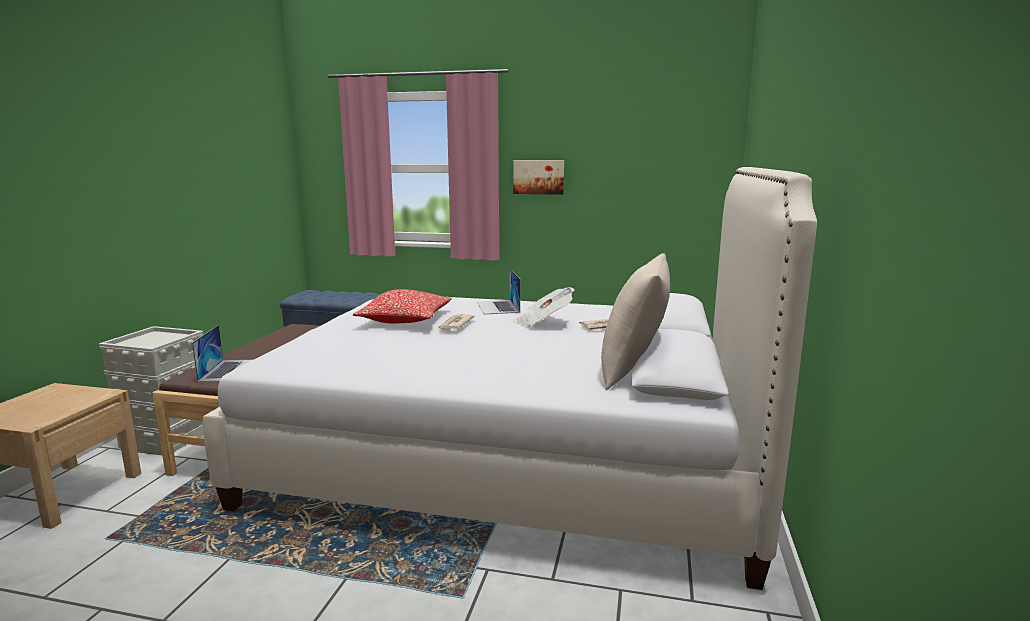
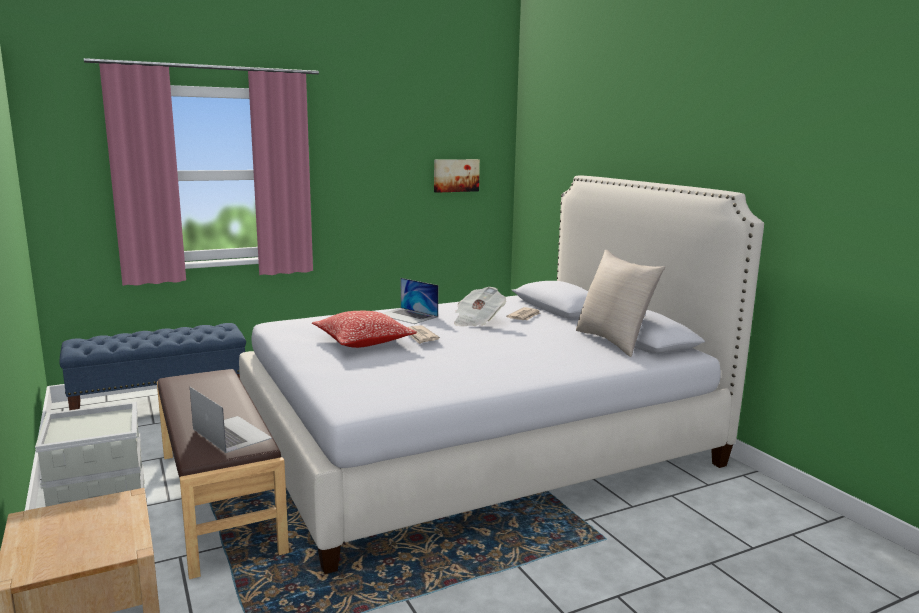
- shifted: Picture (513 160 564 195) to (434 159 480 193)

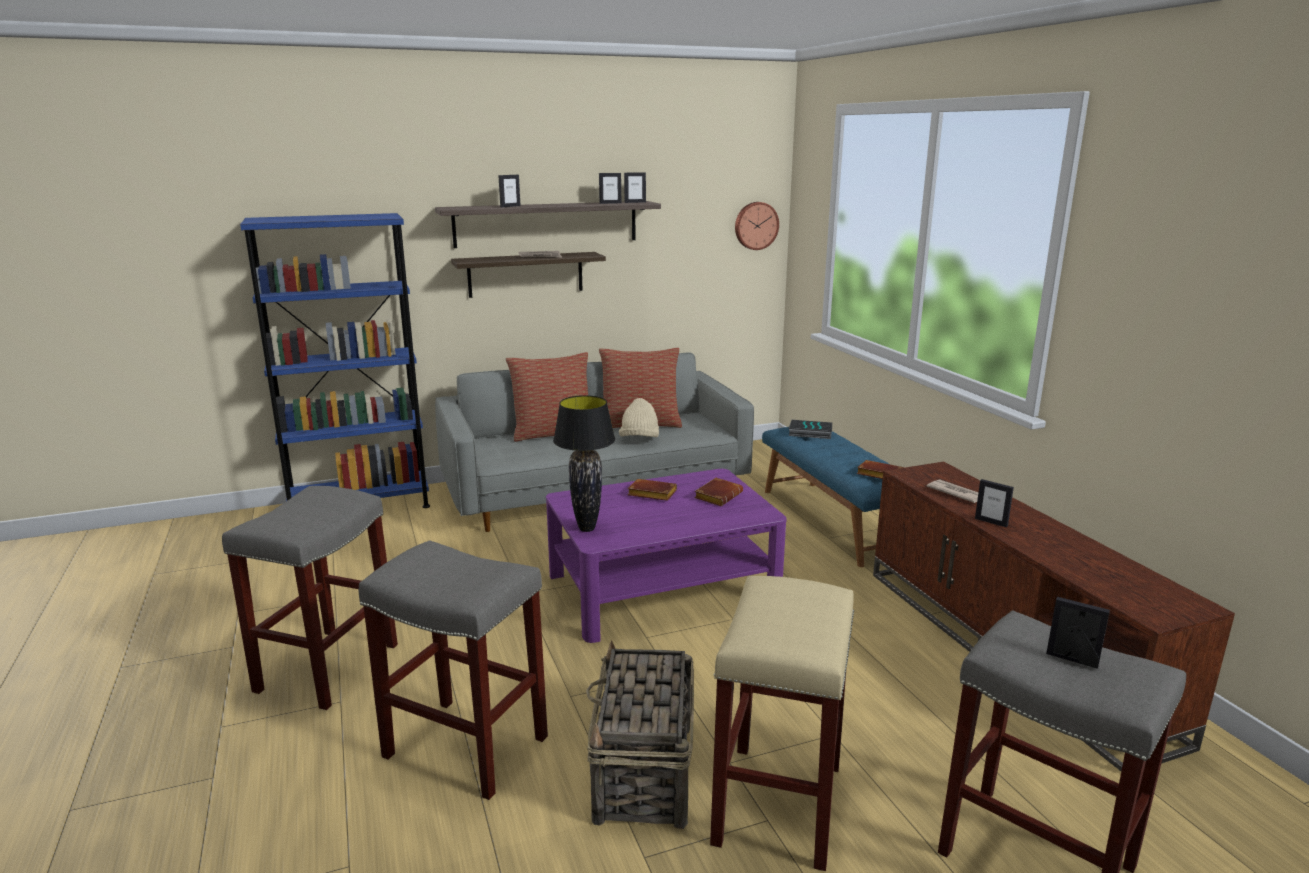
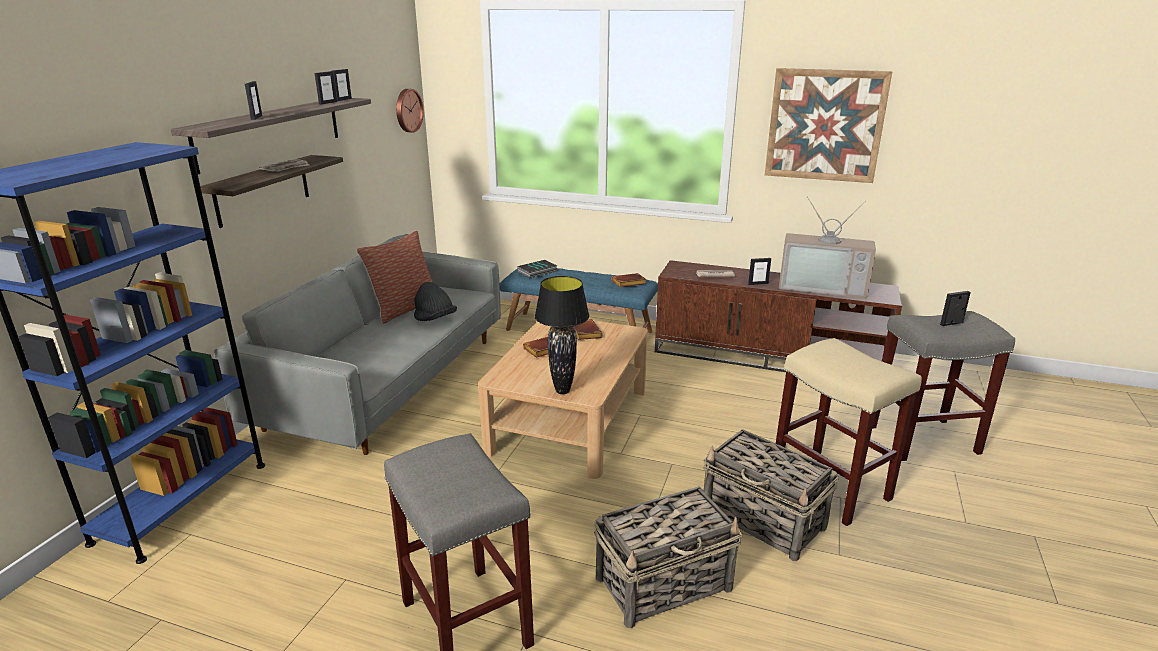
- swapped: GreyStool (359 540 548 800) to Basket (594 486 742 628)
- gone: Pillow (506 352 588 442)
- repainted: PurpleCoffeeTable (546 469 787 643) to BeigeCoffeeTable (478 320 648 479)
- repainted: BeigeHat (619 398 659 437) to BlackHat (414 282 457 321)
- new: Picture (765 68 892 183)
- new: Television (779 196 876 299)

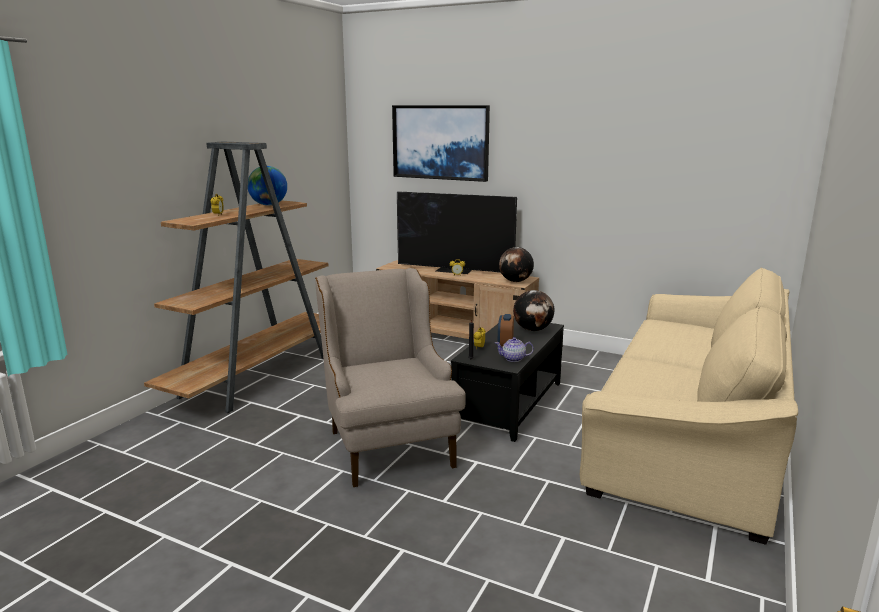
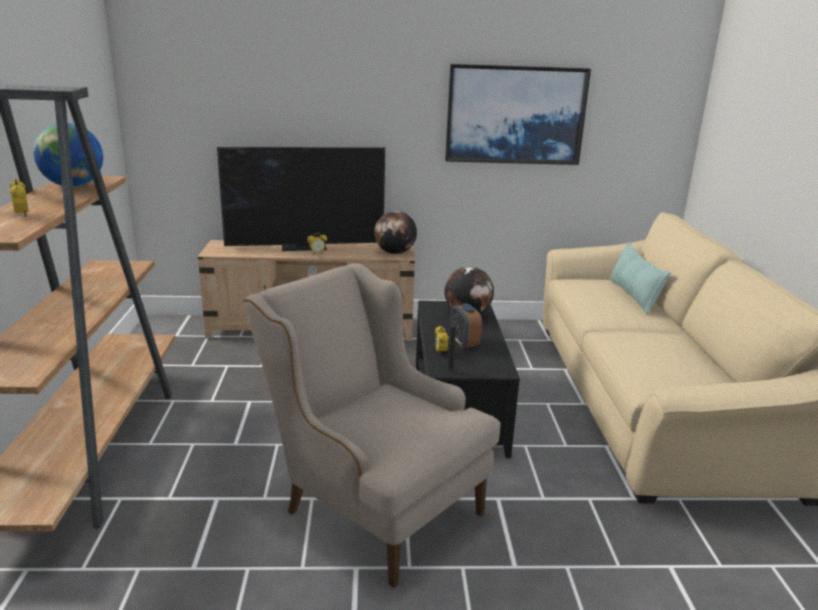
- shifted: Picture (392 105 490 182) to (445 64 591 165)
- gone: Teapot (495 337 534 362)
- new: Pillow (609 242 671 314)

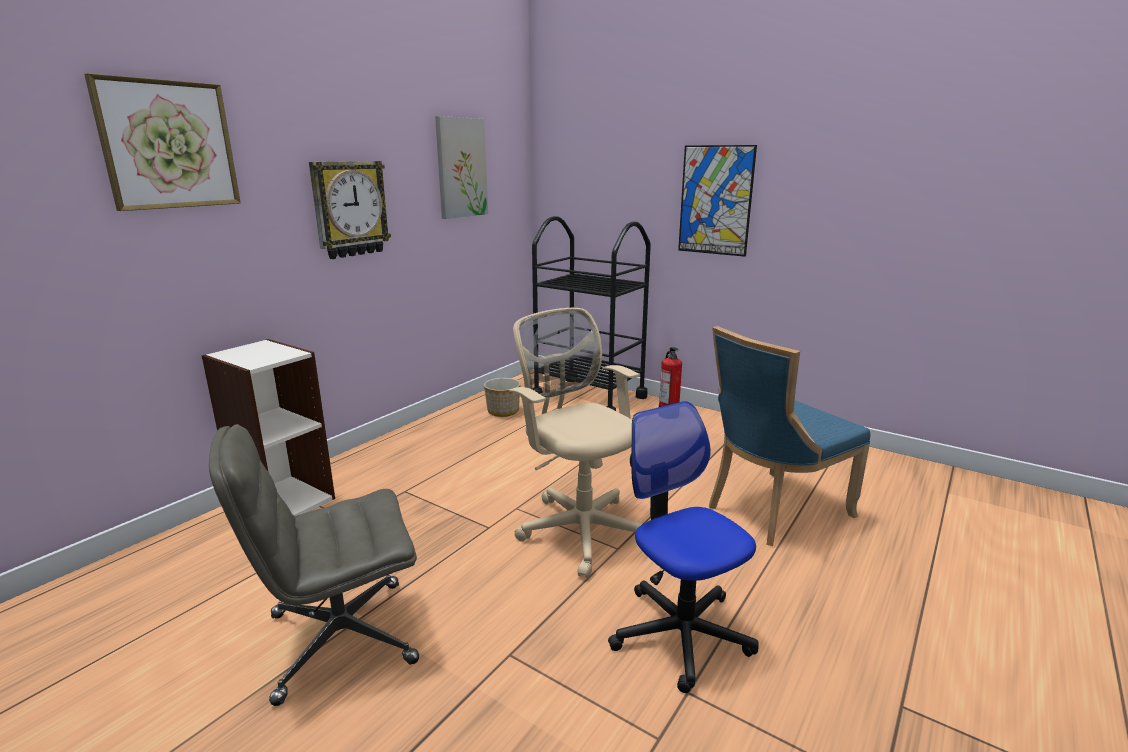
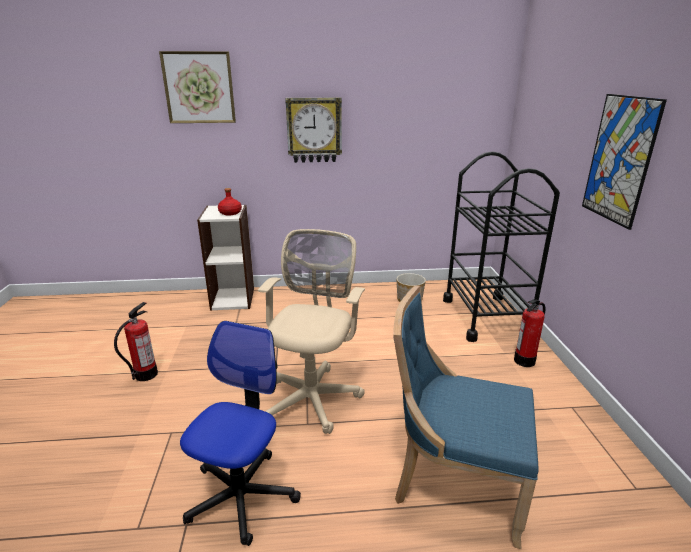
- swapped: GreyOfficeChair (209 424 419 706) to FireExtinguisher (114 302 158 381)
- gone: Picture (435 116 488 219)
- new: RedBottle (218 188 242 216)

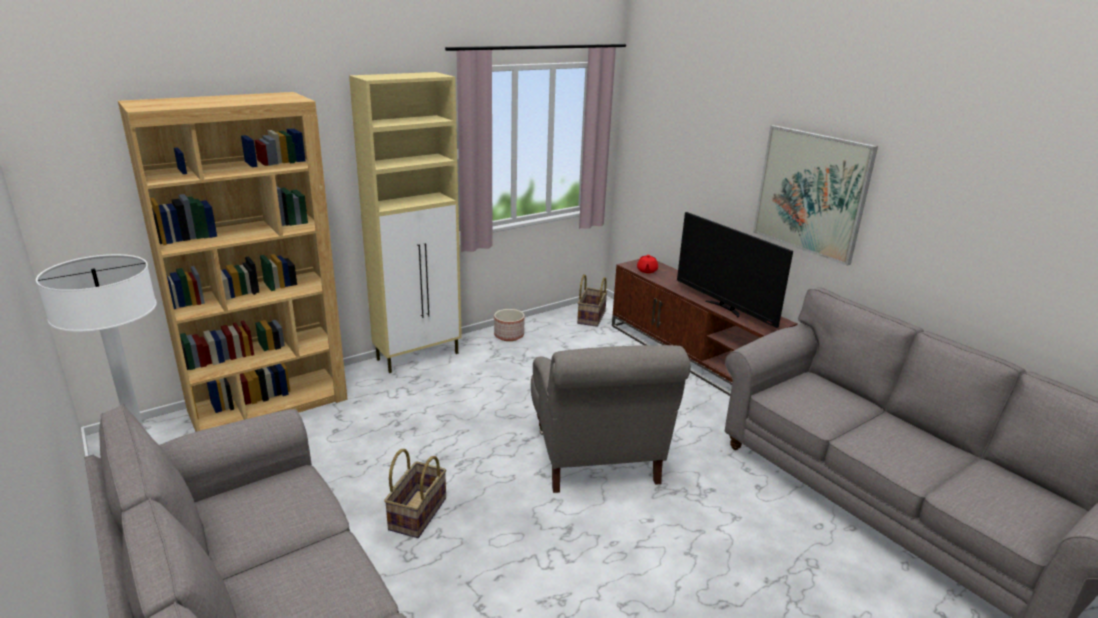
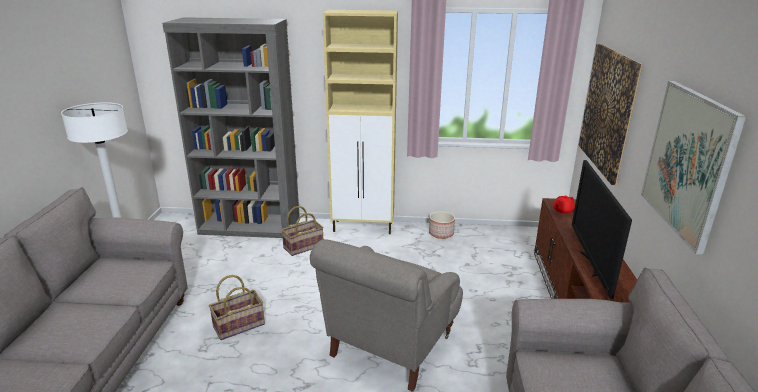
- repainted: BrownBookcase (118 92 348 432) to GreyBookcase (162 17 300 238)
- shifted: Basket (577 274 608 327) to (281 206 324 256)
- new: Picture (579 44 642 185)

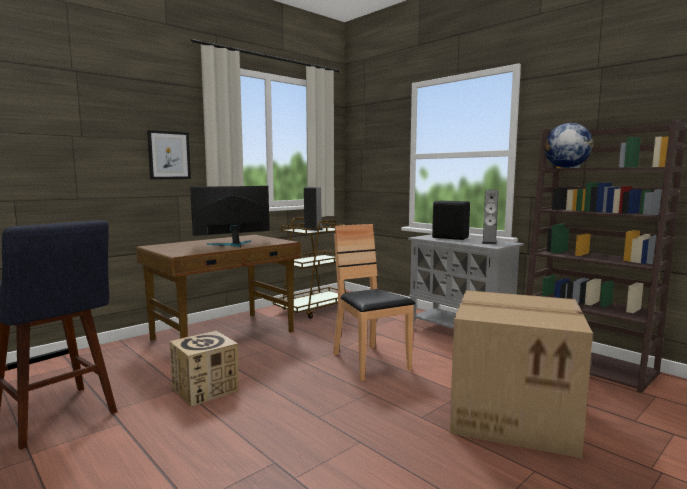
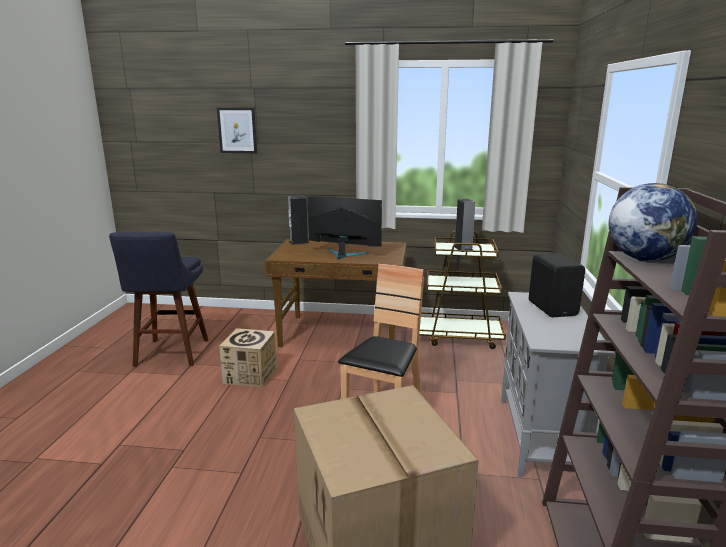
- shifted: Picture (147 130 191 179) to (217 108 257 153)
- shifted: Speaker (482 189 499 244) to (288 195 309 245)

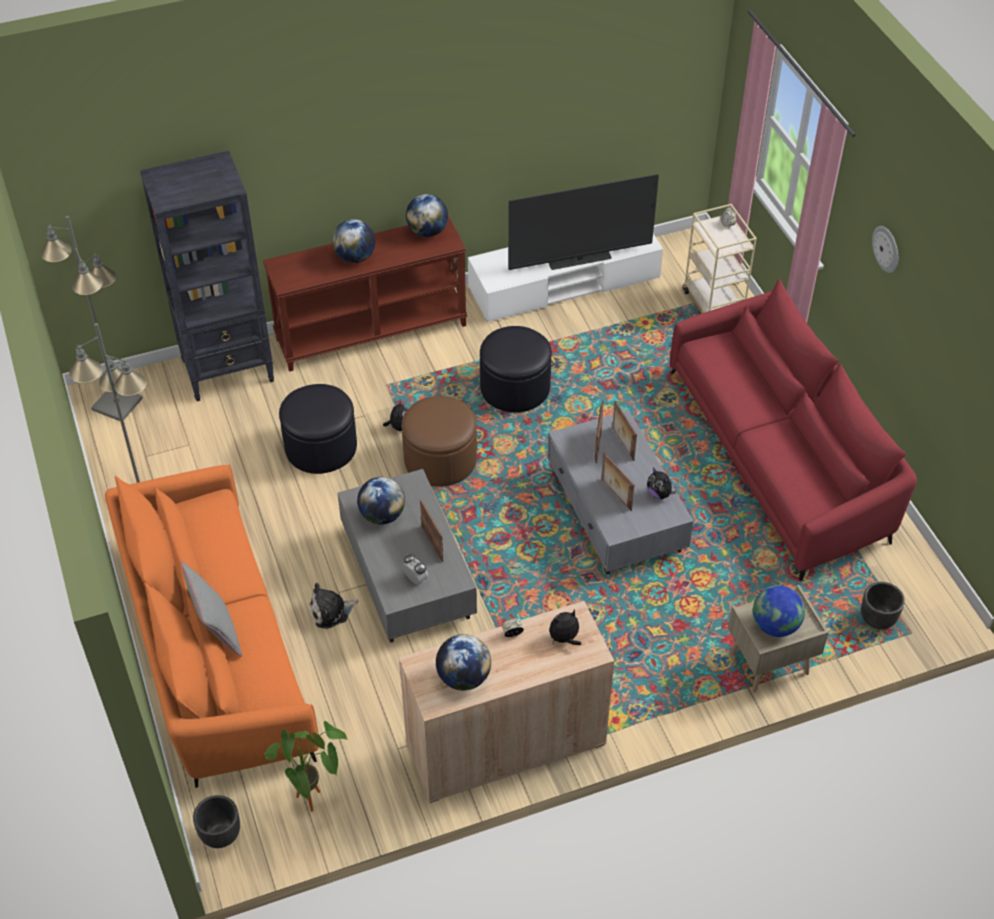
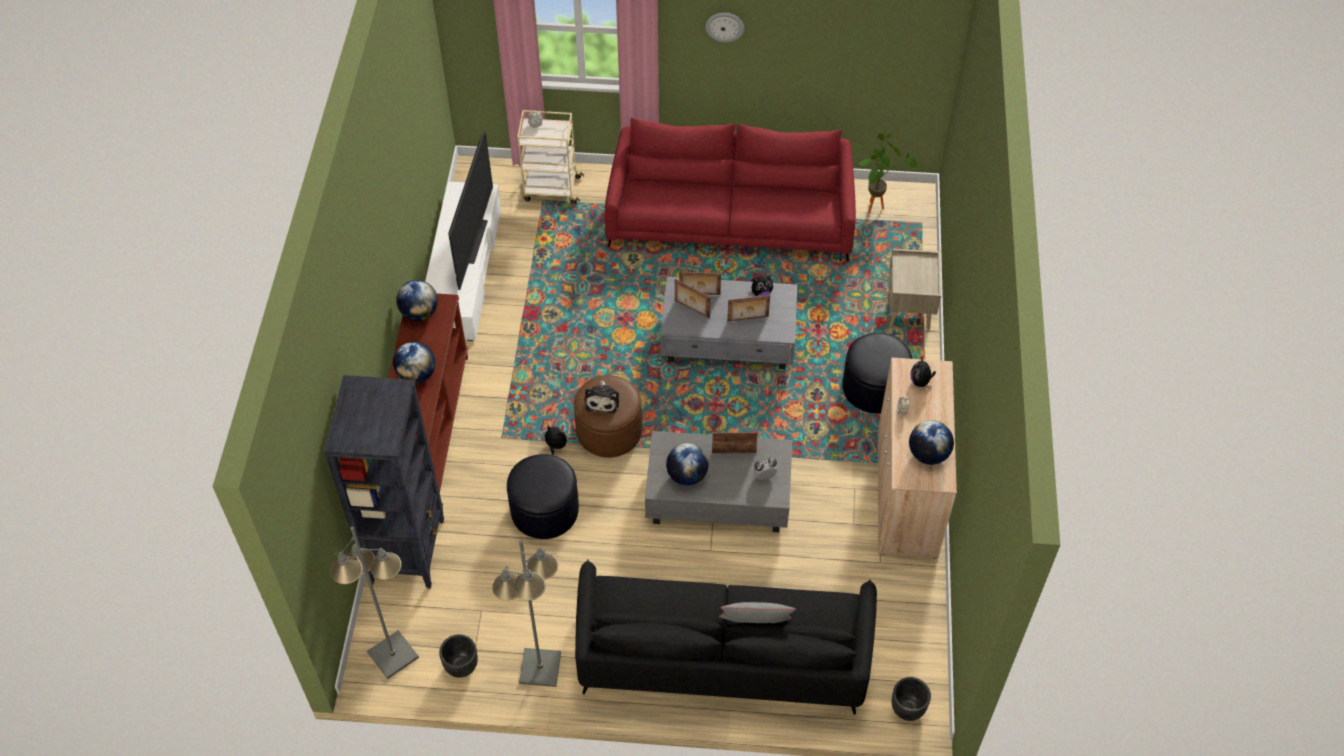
- repainted: OrangeSofa (105 465 319 788) to BlackSofa (575 560 877 715)
- shifted: PottedPlant (264 721 348 812) to (859 134 918 213)
- shifted: PlushToy (310 582 358 629) to (585 380 619 414)
- shifted: BlackOttoman (480 326 552 413) to (842 333 913 413)
- gone: Globe (753 586 805 637)
- shifted: BlackPlanter (861 582 905 629) to (439 634 478 678)

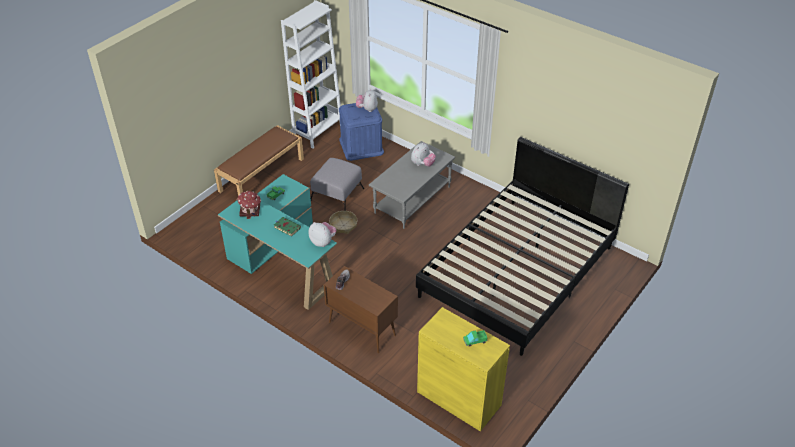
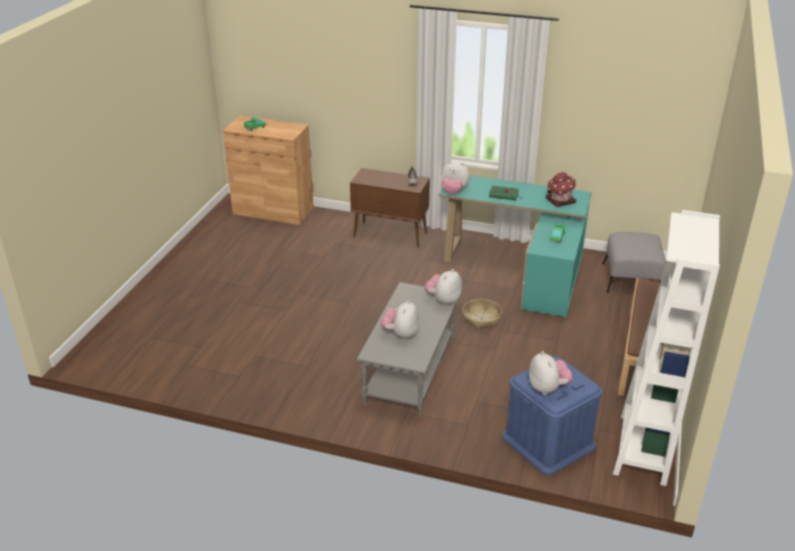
- shifted: GreyOttoman (310 158 364 211) to (602 232 666 293)
- gone: BlackBed (416 137 629 356)
- repainted: YellowCabinet (417 307 510 432) to BrownCabinet (223 116 314 225)
- new: PlushToy (424 269 462 306)

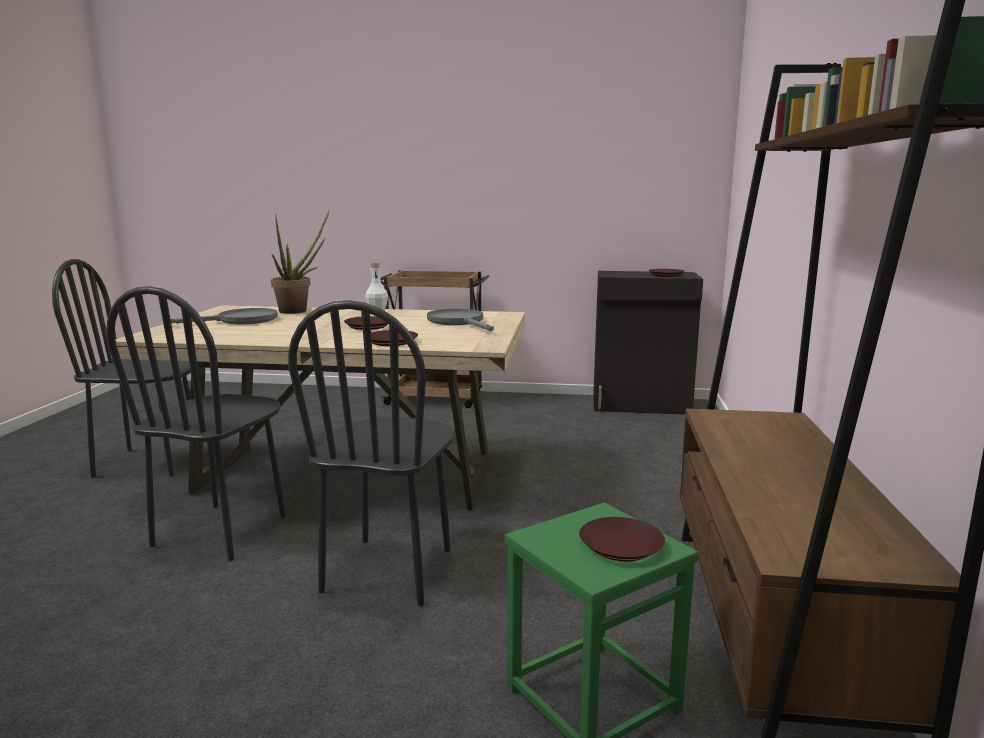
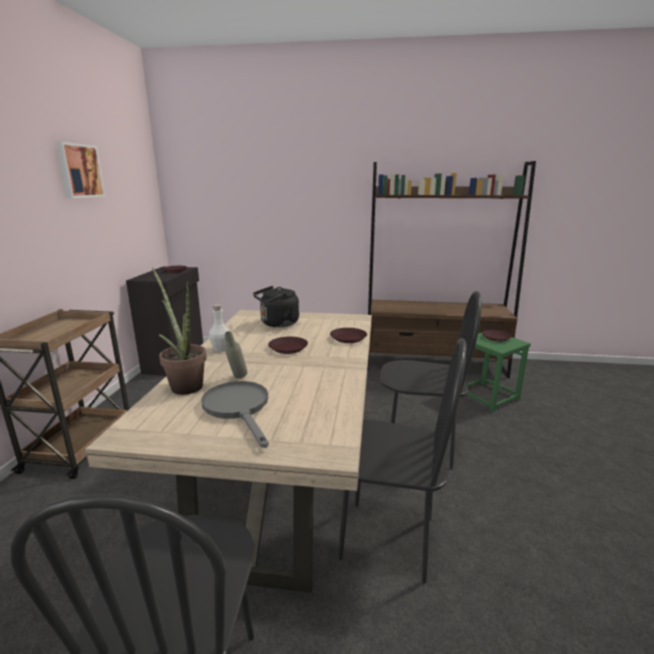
- swapped: GreyFryingPan (427 309 494 331) to BlackKettle (253 286 299 327)
- new: Picture (56 142 106 198)
- new: GreyBottle (225 331 247 379)

